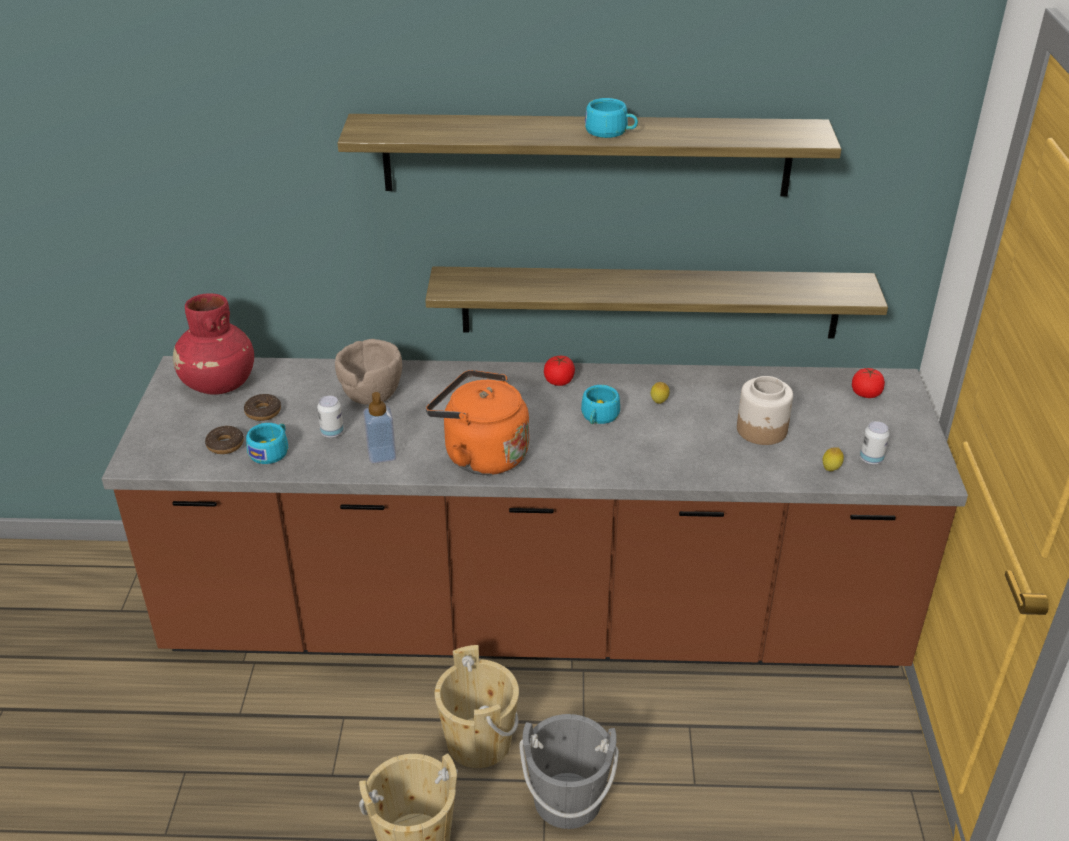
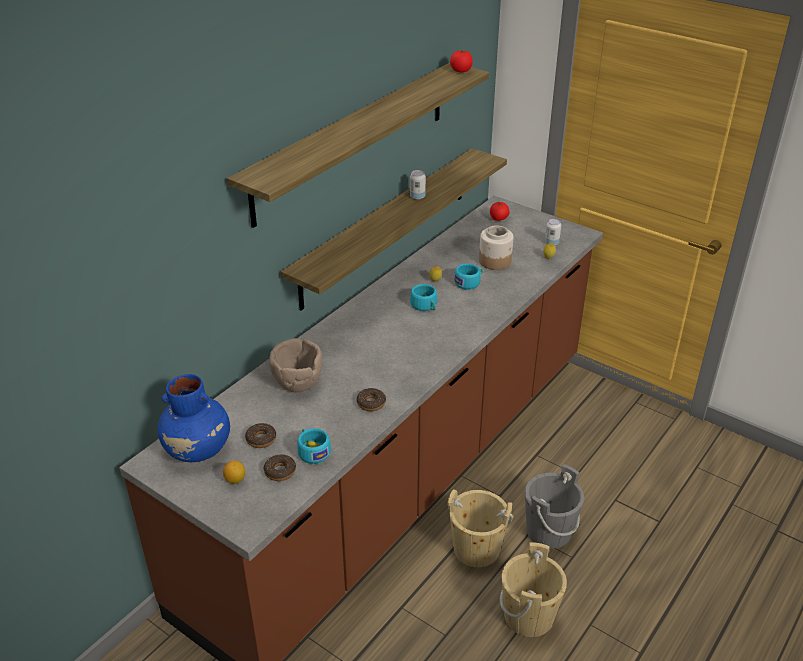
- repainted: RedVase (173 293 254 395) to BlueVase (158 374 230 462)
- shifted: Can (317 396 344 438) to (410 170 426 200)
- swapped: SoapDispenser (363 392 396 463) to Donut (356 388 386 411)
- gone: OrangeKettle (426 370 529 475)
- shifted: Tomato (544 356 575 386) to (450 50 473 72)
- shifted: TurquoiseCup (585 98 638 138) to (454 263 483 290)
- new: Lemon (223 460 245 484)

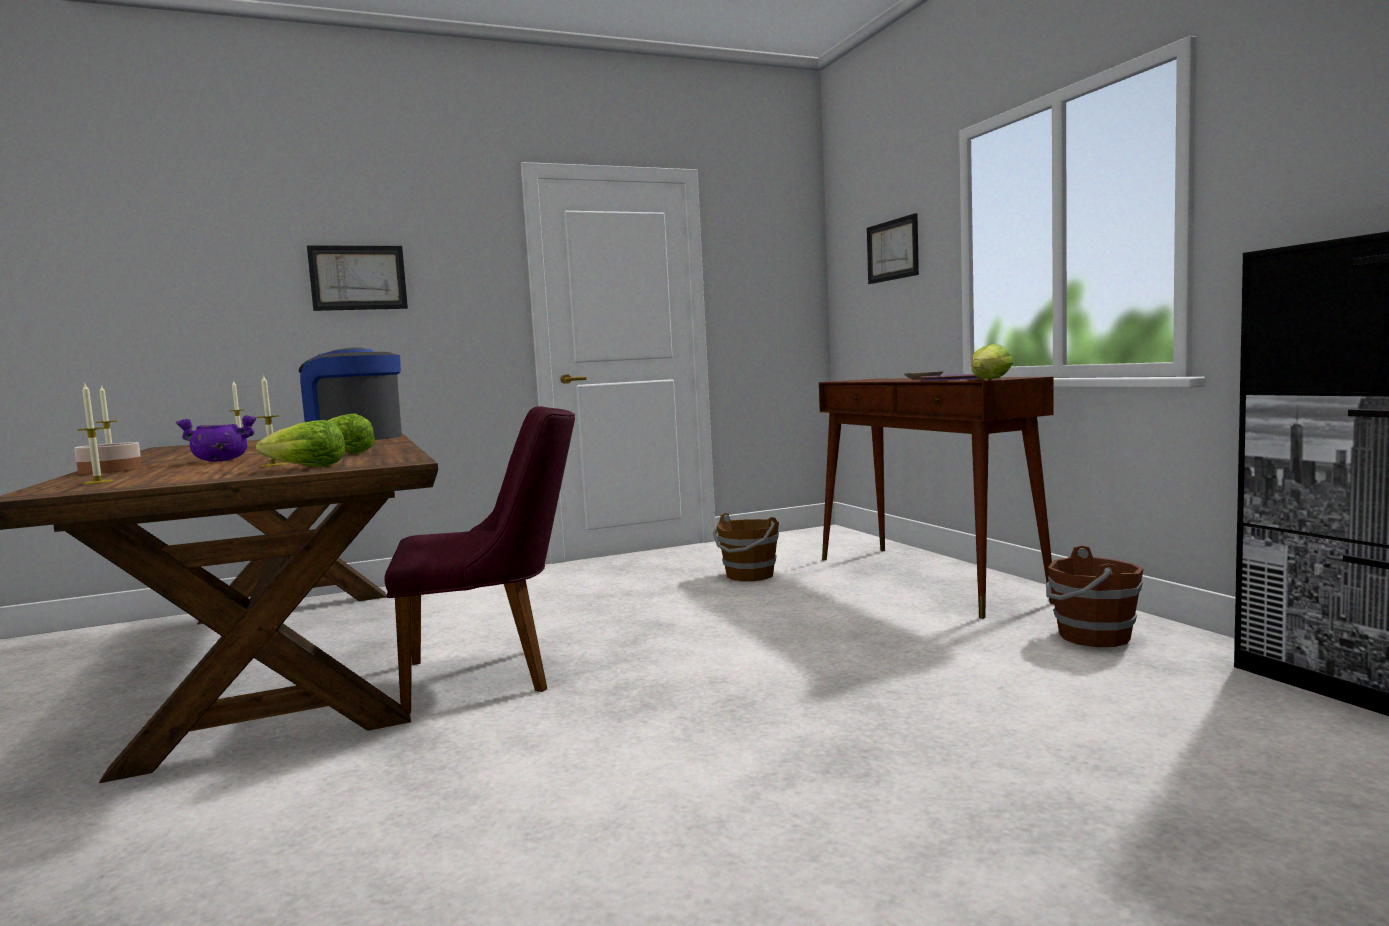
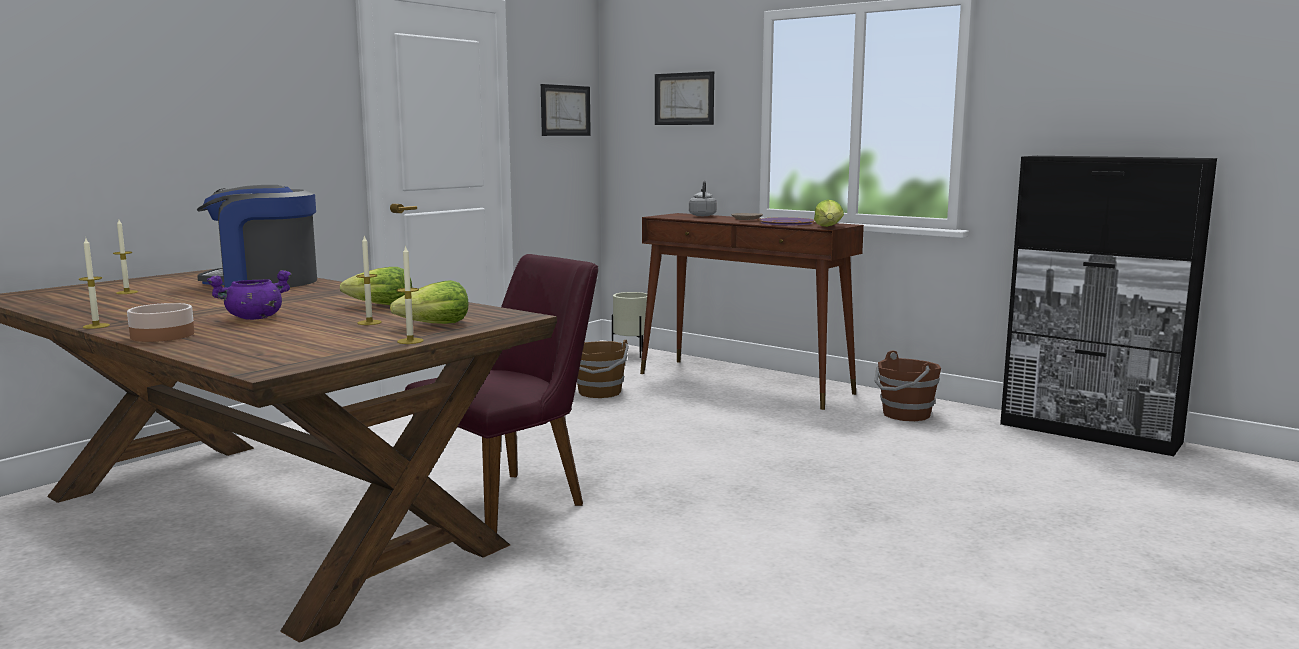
- shifted: Candle (77 384 114 484) to (396 245 424 344)
- shifted: Picture (307 245 408 311) to (541 84 591 136)
- new: BeigePlanter (612 292 647 358)
- new: GreyKettle (689 181 717 216)

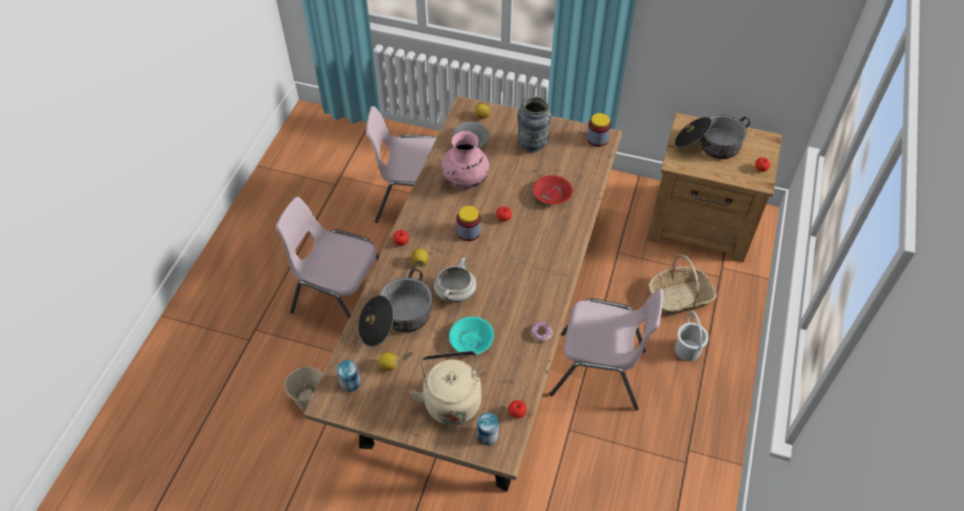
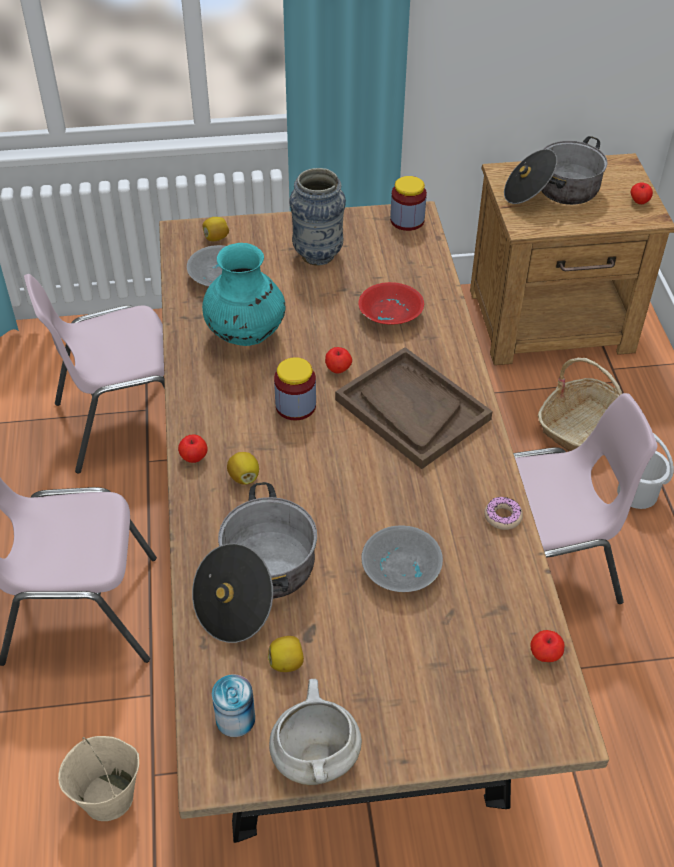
- gone: BeigeKettle (410 351 481 425)
- shifted: WhiteCookingPot (434 258 476 303) to (269 679 362 785)
- repainted: PinkVase (441 131 490 190) to TurquoiseVase (202 243 285 346)
- repainted: TurquoiseBowl (449 317 494 355) to GreyBowl (361 525 443 592)
- gone: Can (477 413 499 445)
- new: BrownTray (335 347 493 469)

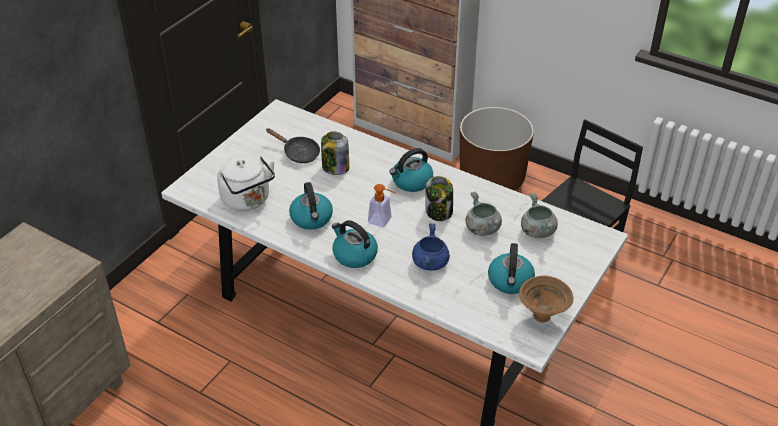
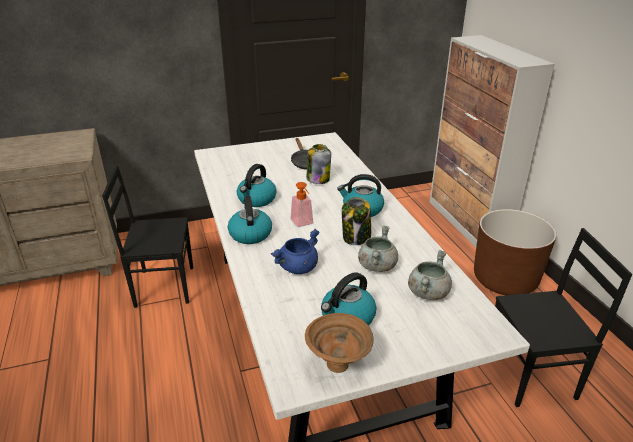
- gone: WhiteKettle (217 154 275 211)
- new: BlackChair (102 165 193 308)

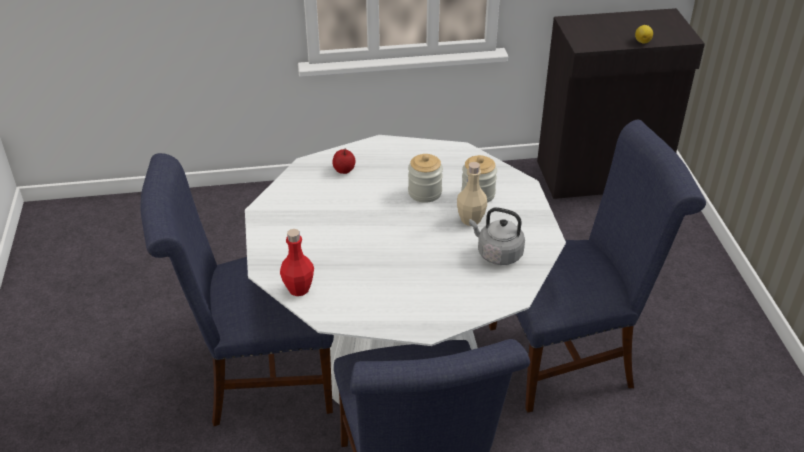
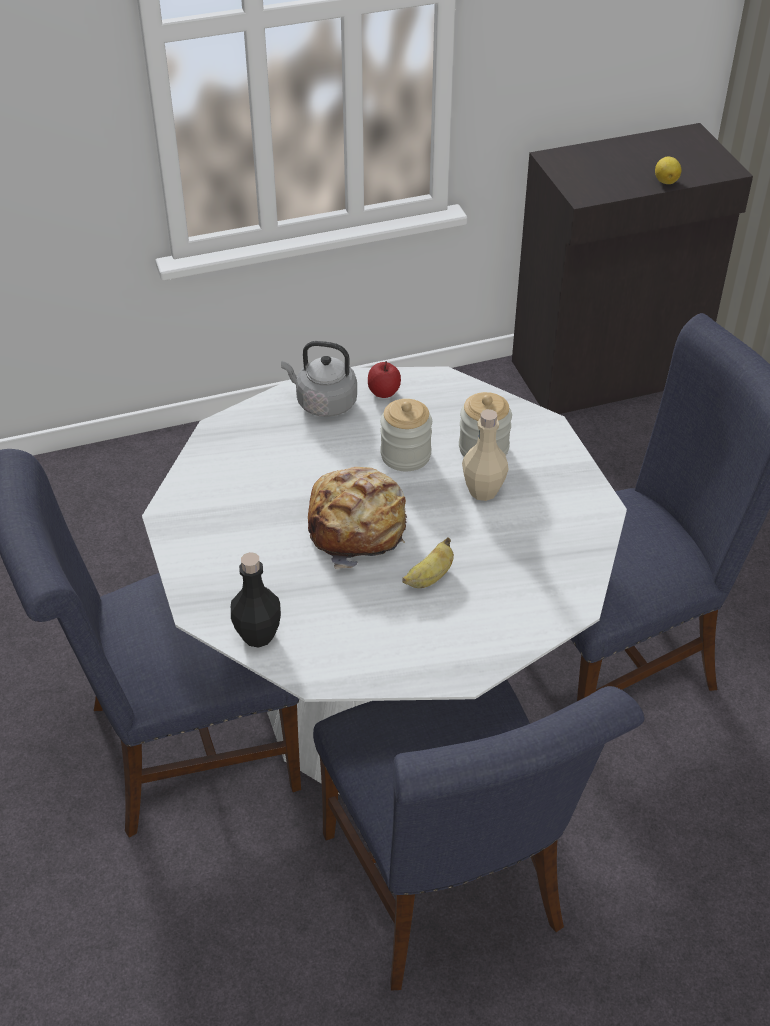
- repainted: RedBottle (280 229 314 296) to BlackBottle (231 552 281 648)
- shifted: Apple (332 149 356 174) to (368 361 401 398)
- shifted: GreyKettle (469 207 525 265) to (281 341 357 417)
- new: Bread (308 467 407 569)
- new: Banana (402 537 454 588)

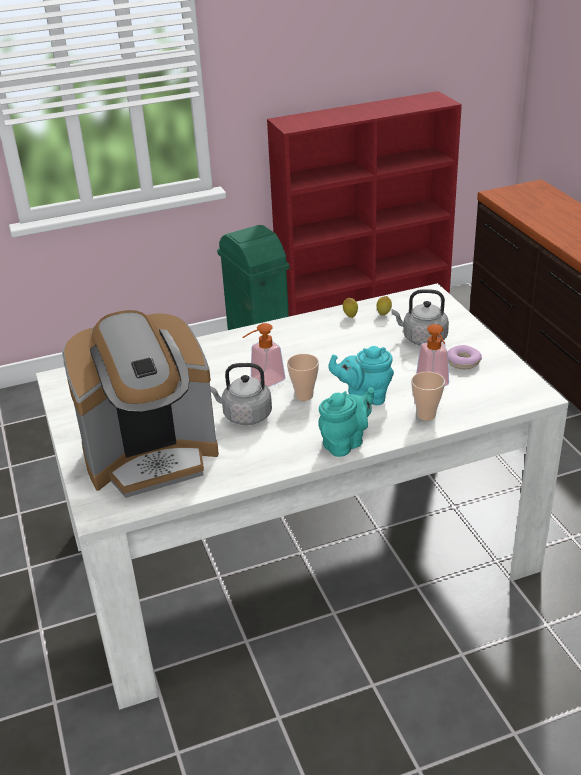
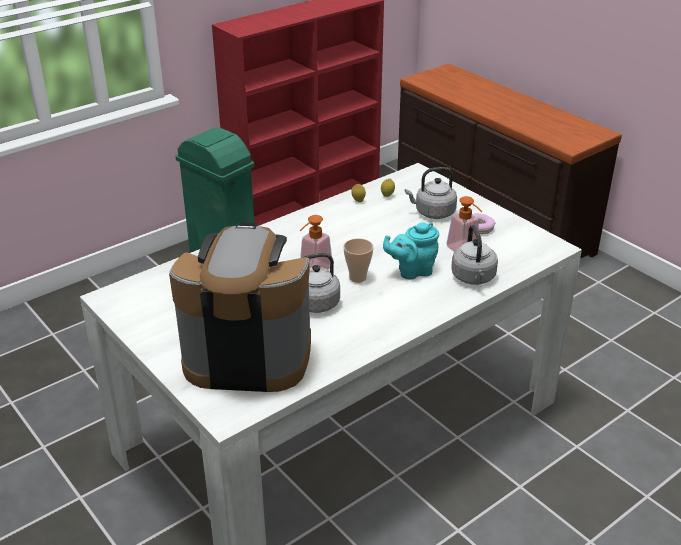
- rotated: CoffeeMachine (62 310 219 498) = (169 222 311 392) 135 degrees counterclockwise
- gone: TurquoiseTeapot (318 388 374 457)
- swapped: Cup (411 372 445 421) to GreyKettle (451 225 498 285)

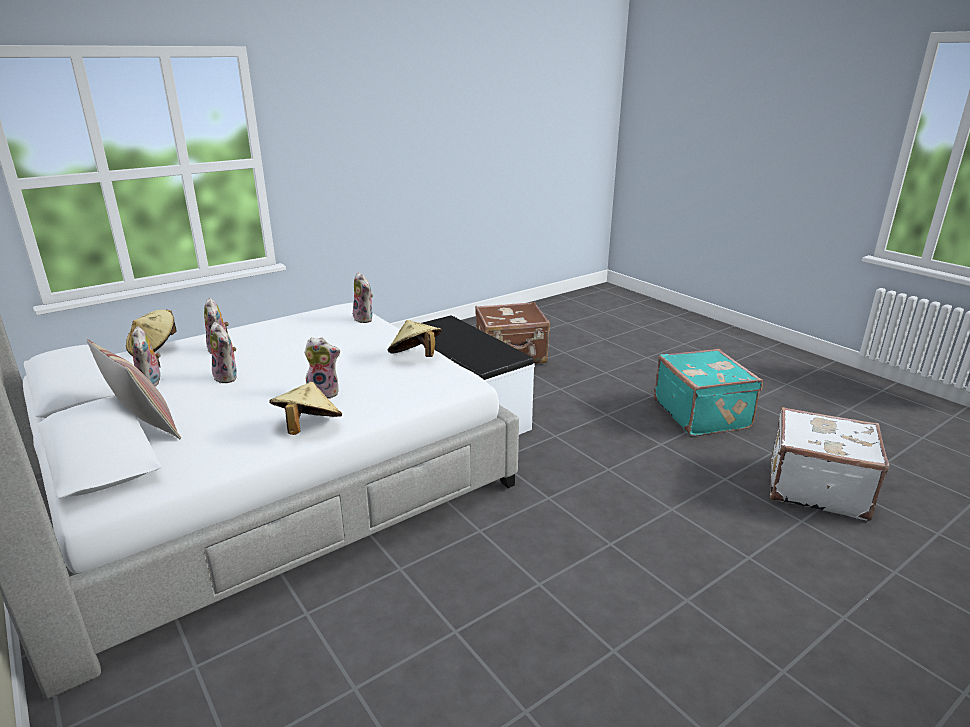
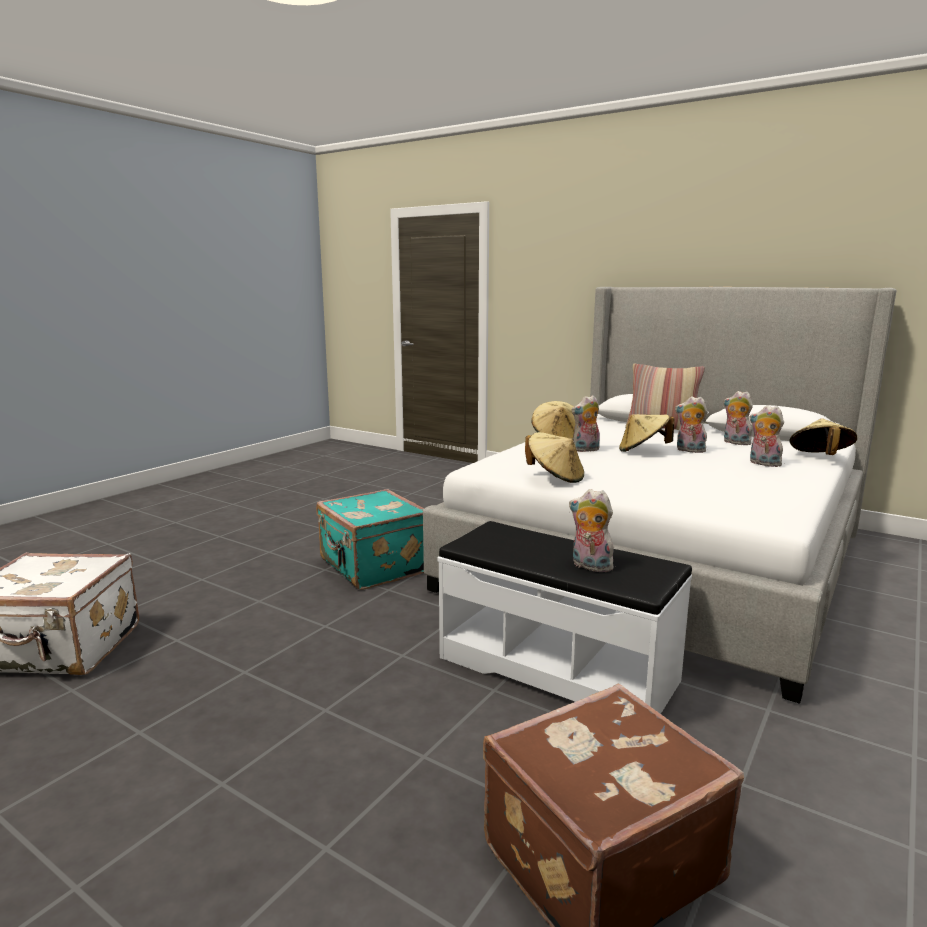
- shifted: PlushToy (353 272 373 323) to (569 489 614 572)
- shifted: TurquoiseSuitcase (654 349 763 436) to (316 489 424 590)
- new: BeigeHat (619 414 674 452)

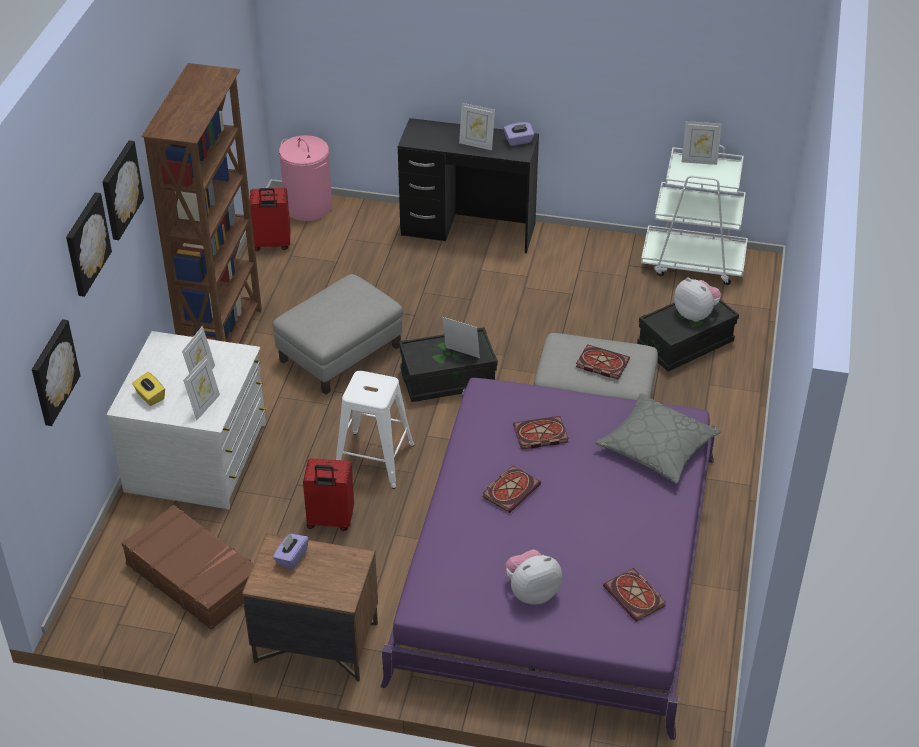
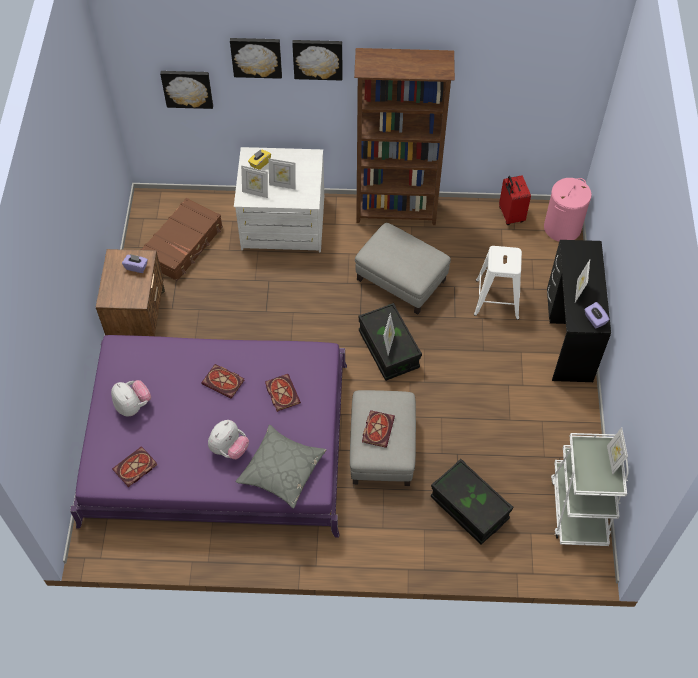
- gone: RedSuitcase (303 458 354 531)
- shifted: WhiteStool (336 370 415 489) to (474 246 522 320)
- shifted: PlushToy (674 277 721 322) to (208 420 249 459)

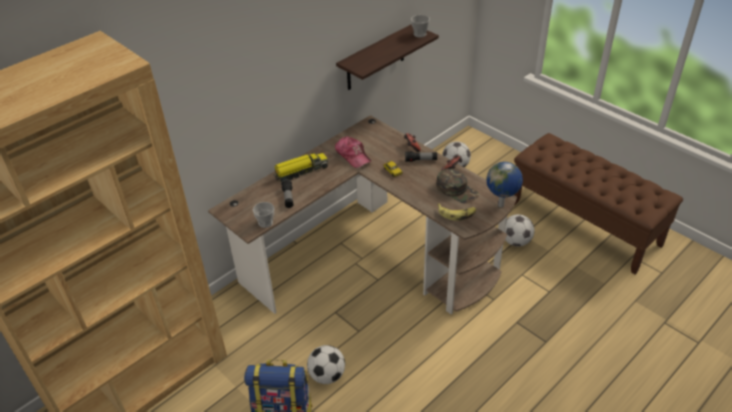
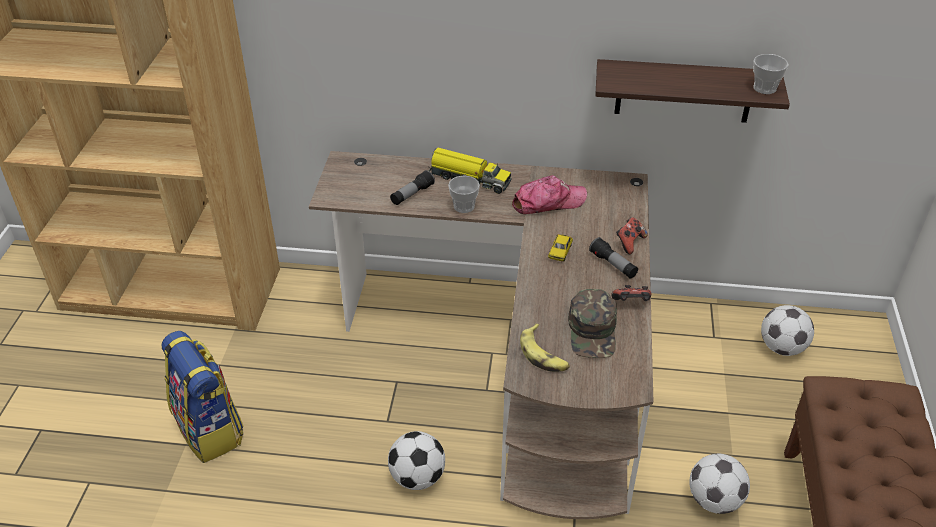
- shifted: Cup (253 202 274 228) to (448 176 480 213)
- shifted: Football (307 345 345 384) to (388 431 445 490)
- rotated: Cap (335 136 372 168) = (512 175 587 214) 120 degrees counterclockwise
- gone: Globe (487 162 523 207)

